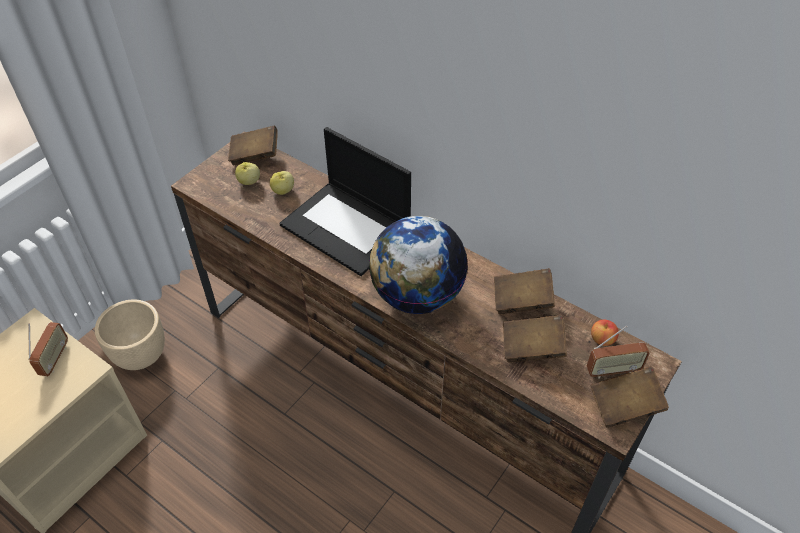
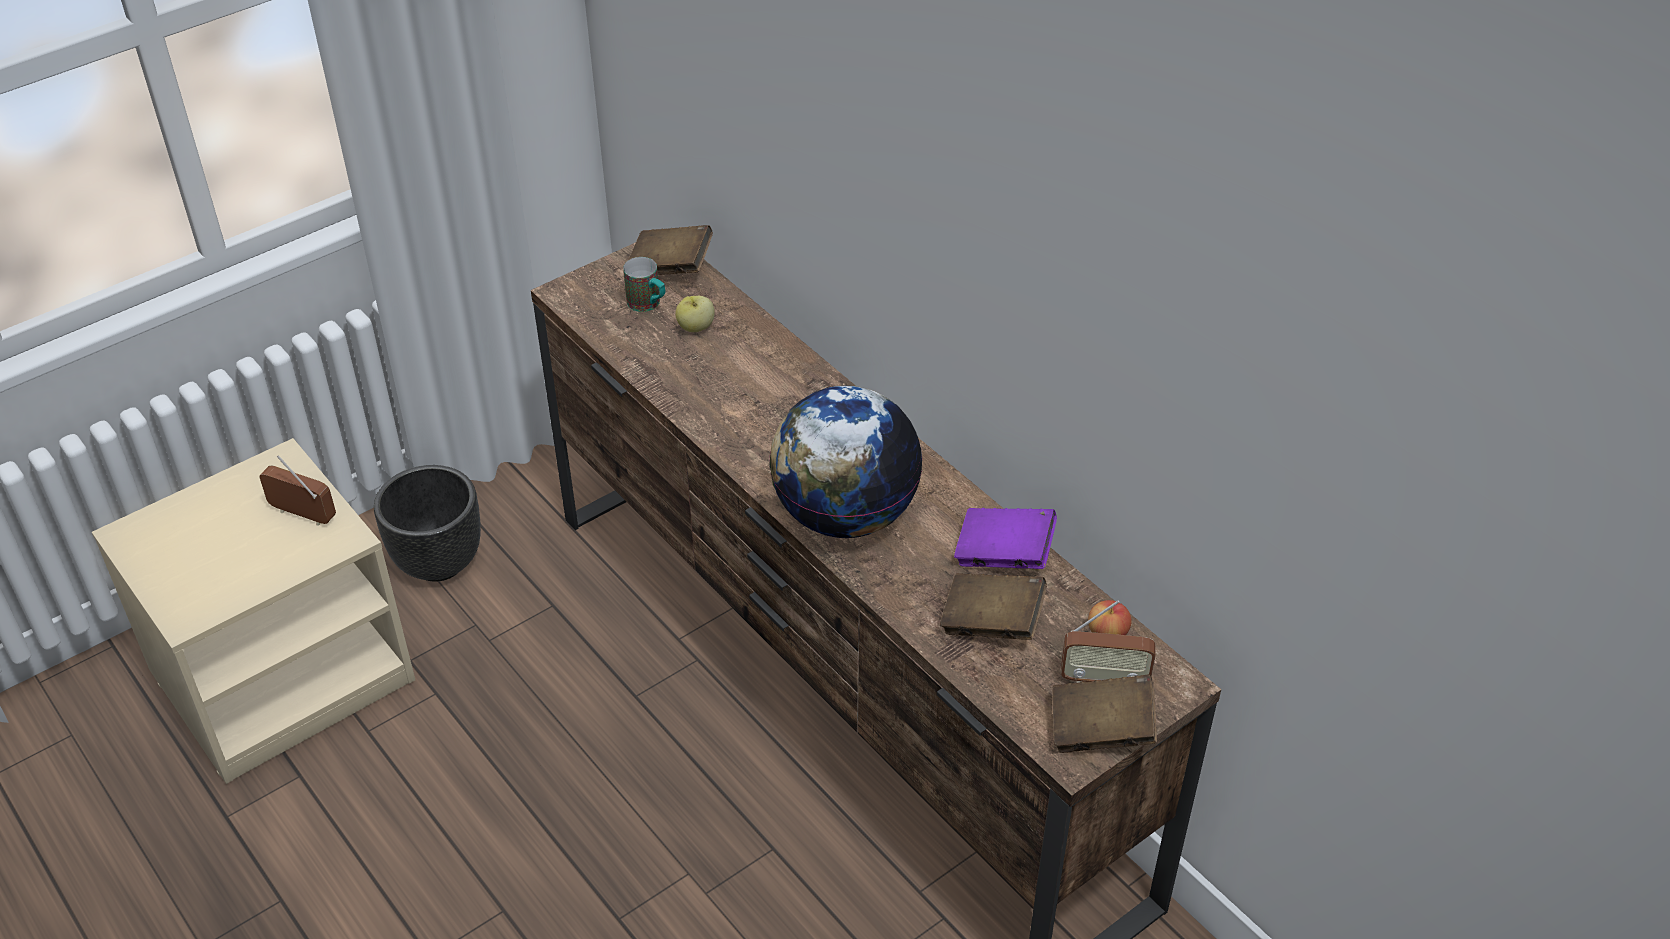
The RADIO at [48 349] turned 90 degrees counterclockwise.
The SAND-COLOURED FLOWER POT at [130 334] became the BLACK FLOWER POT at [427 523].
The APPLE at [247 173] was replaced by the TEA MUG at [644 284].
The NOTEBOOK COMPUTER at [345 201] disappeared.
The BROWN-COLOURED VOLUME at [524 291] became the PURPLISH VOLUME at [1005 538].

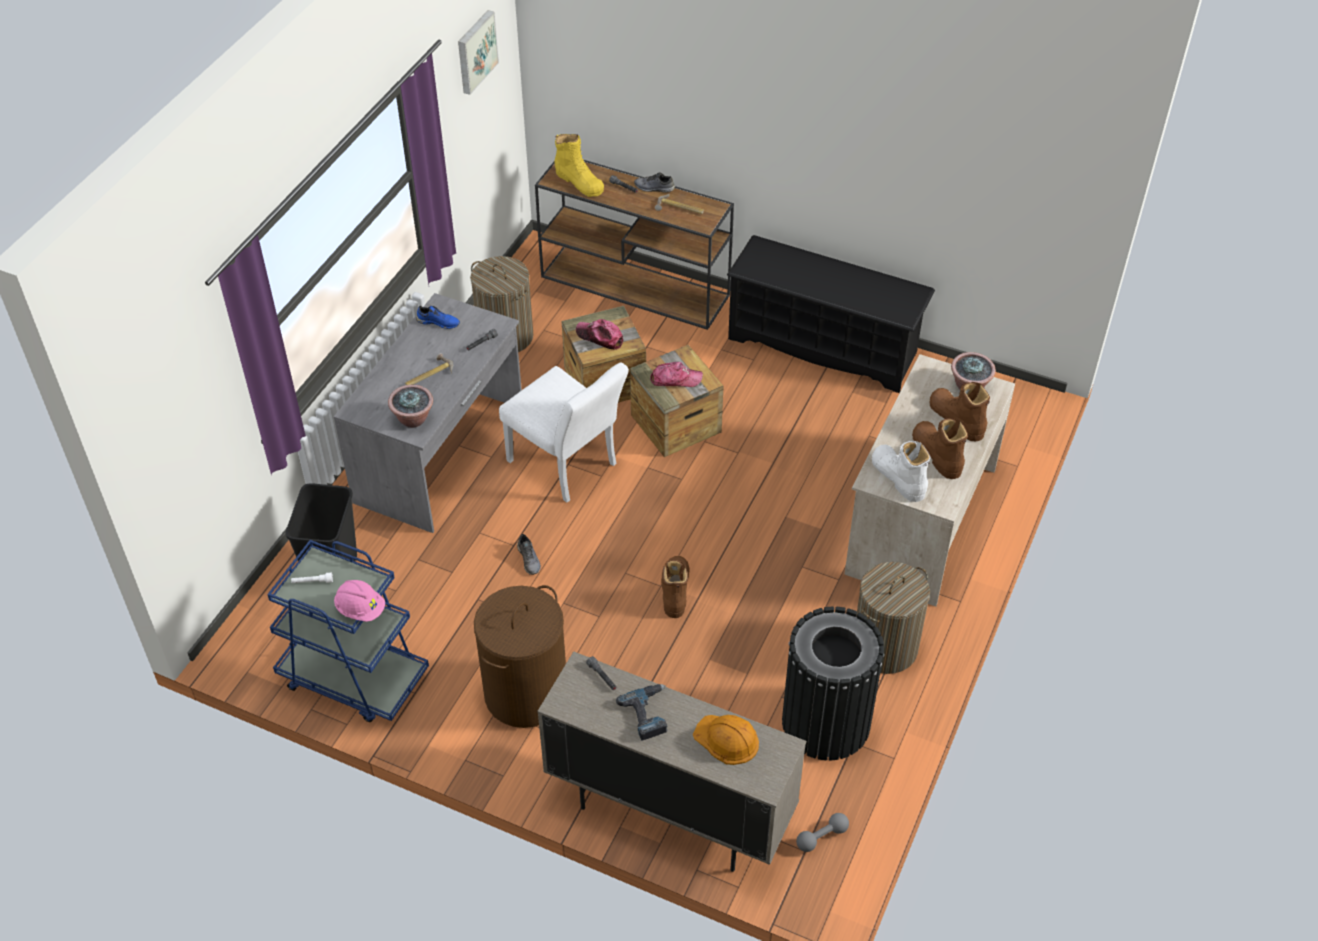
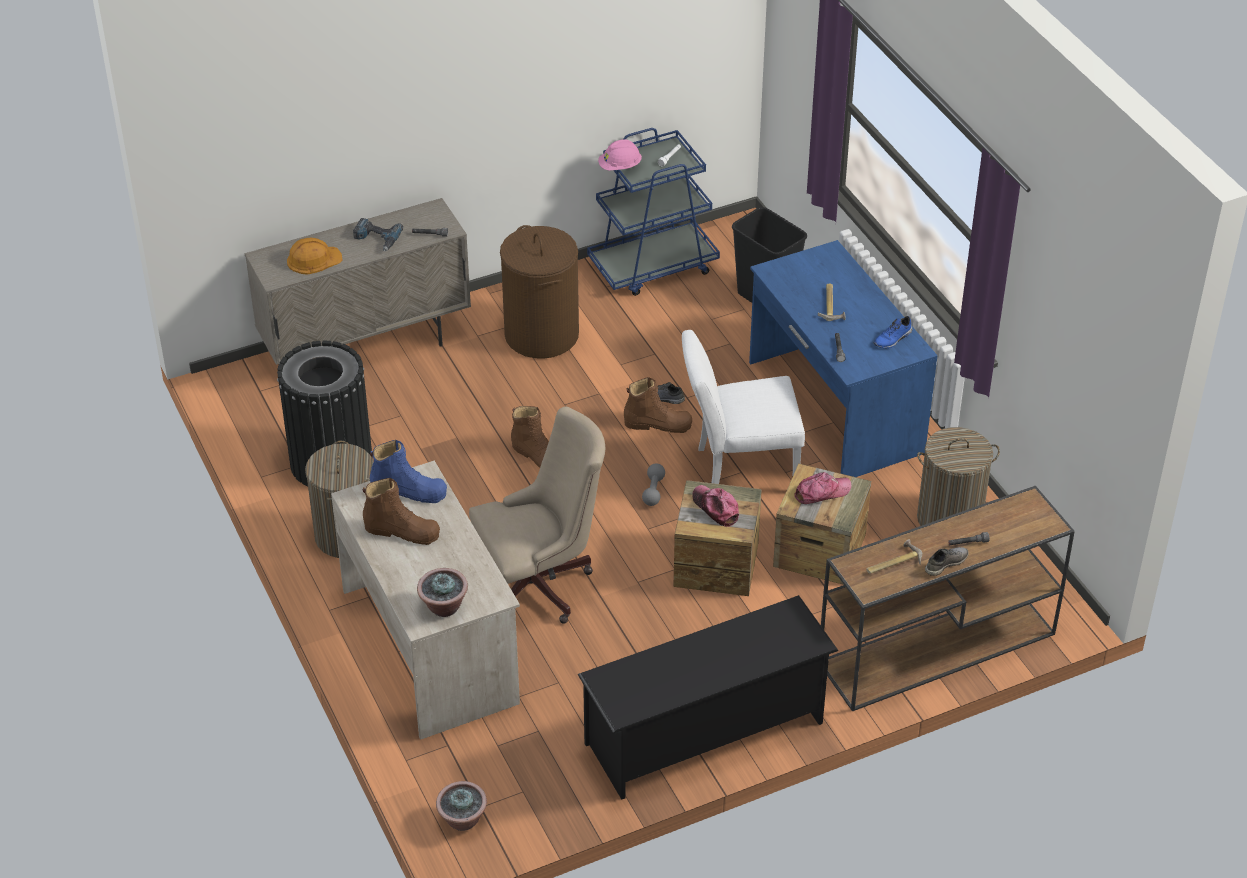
The GREYISH DESK UNIT at [428 413] became the BLUE-COLOURED DESK UNIT at [843 358].
The PLANT IN A POT moved from [410 406] to [461 806].
The PICTURE at [478 52] disappeared.
The YELLOW BOOT at [579 165] disappeared.
The CAP at [676 374] turned 105 degrees clockwise.
The GREYISH HAND WEIGHT moved from [822 832] to [653 484].
The WHITISH BOOT at [901 471] became the BLUE-COLOURED BOOT at [408 471].
The BROWN-COLOURED BOOT moved from [959 411] to [658 405].
The SAND-COLOURED COMPUTER CHAIR at [537 515] appeared.

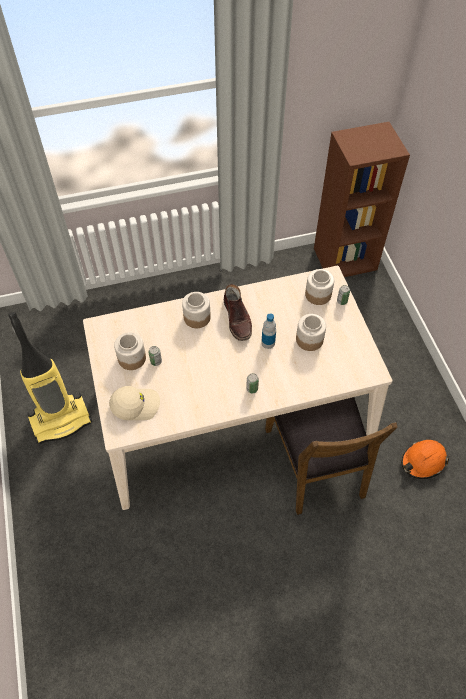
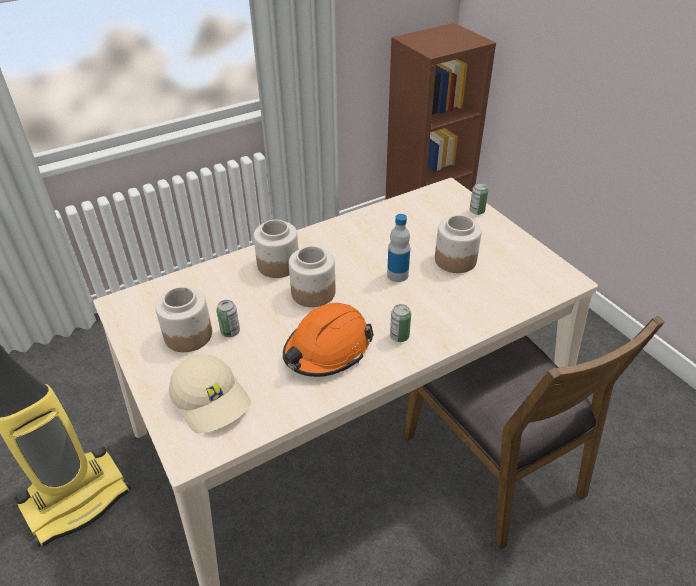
The SAND-COLOURED CAP at [134 403] turned 75 degrees clockwise.
The BROWN-COLOURED BOOT at [238 312] disappeared.
The STORAGE JAR moved from [319 287] to [312 276].
The ORANGE-COLOURED HARD HAT moved from [425 459] to [328 340].

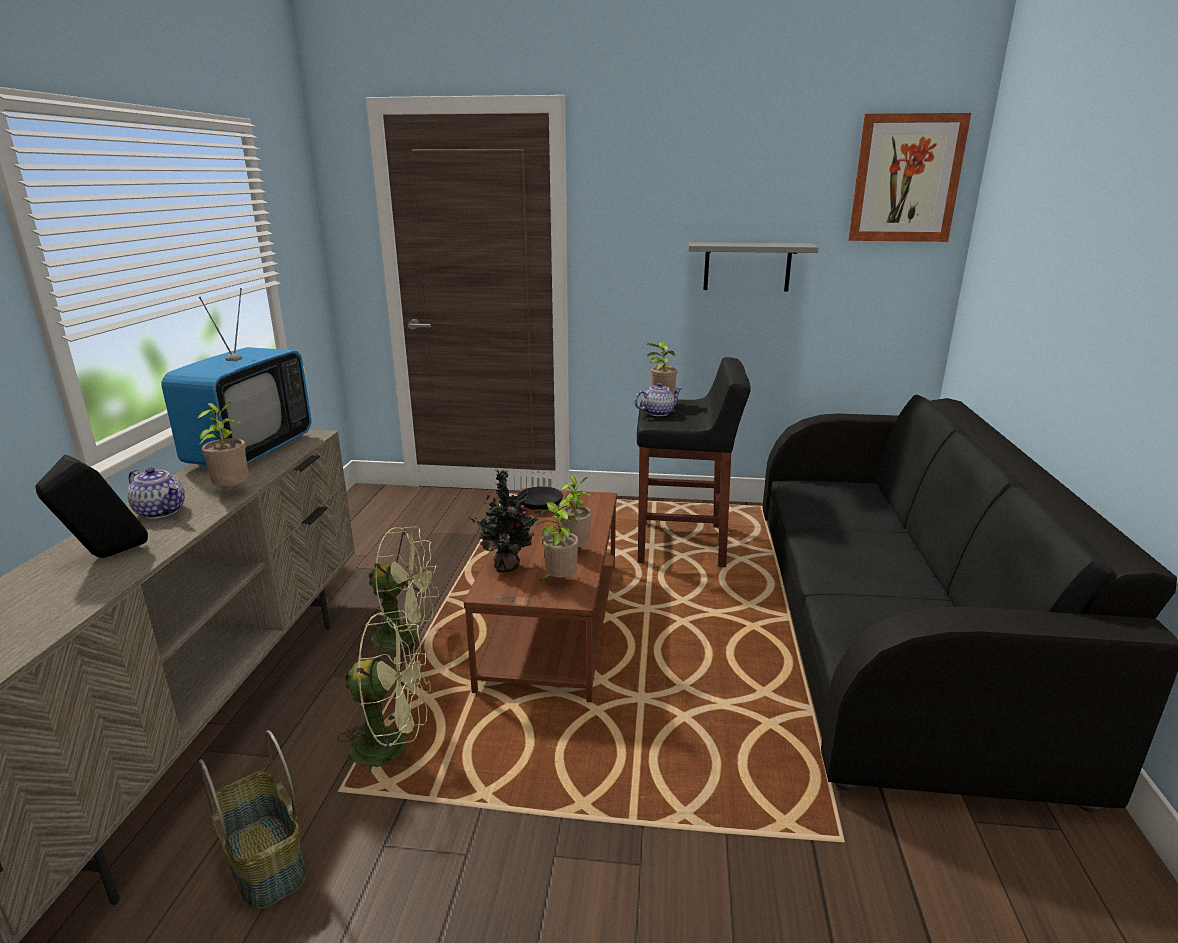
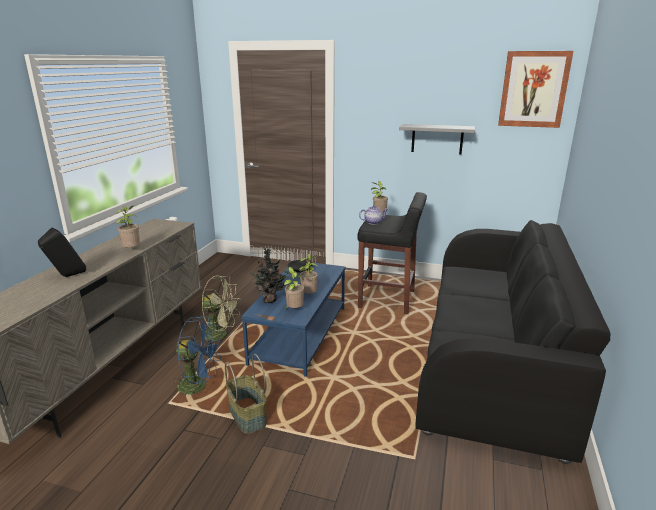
The TEA POT at [156 493] disappeared.
The TELEVISION at [236 377] disappeared.
The HOUSEHOLD BASKET moved from [252 820] to [246 394].
The GREEN COOLING FAN at [384 690] became the BLUE-COLOURED COOLING FAN at [197 356].
The BROWN-COLOURED LOW TABLE at [540 595] became the BLUE-COLOURED LOW TABLE at [293 320].

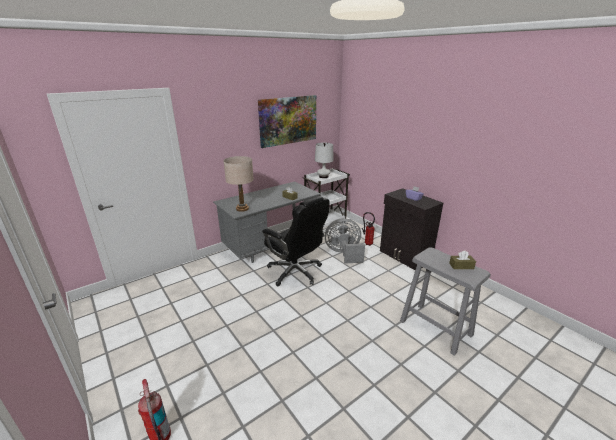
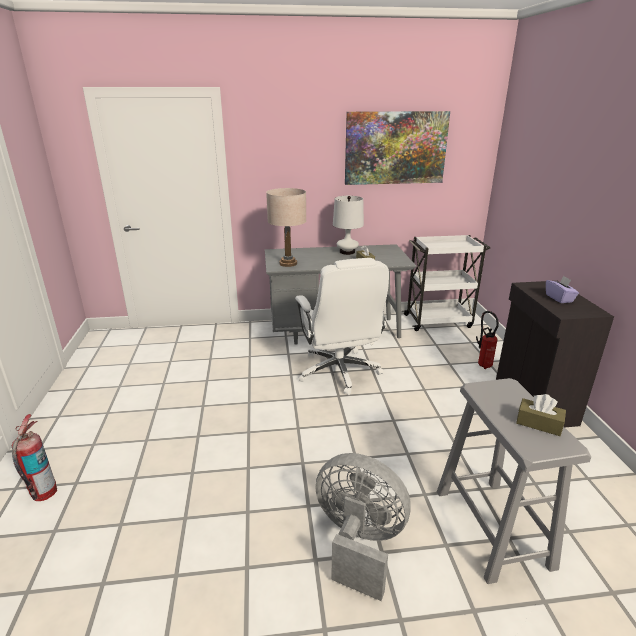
The BLACK COMPUTER CHAIR at [296 241] became the WHITISH COMPUTER CHAIR at [342 326].
The WHITISH TABLETOP LAMP moved from [324 160] to [348 225].
The GREYISH COOLING FAN moved from [345 240] to [362 527].

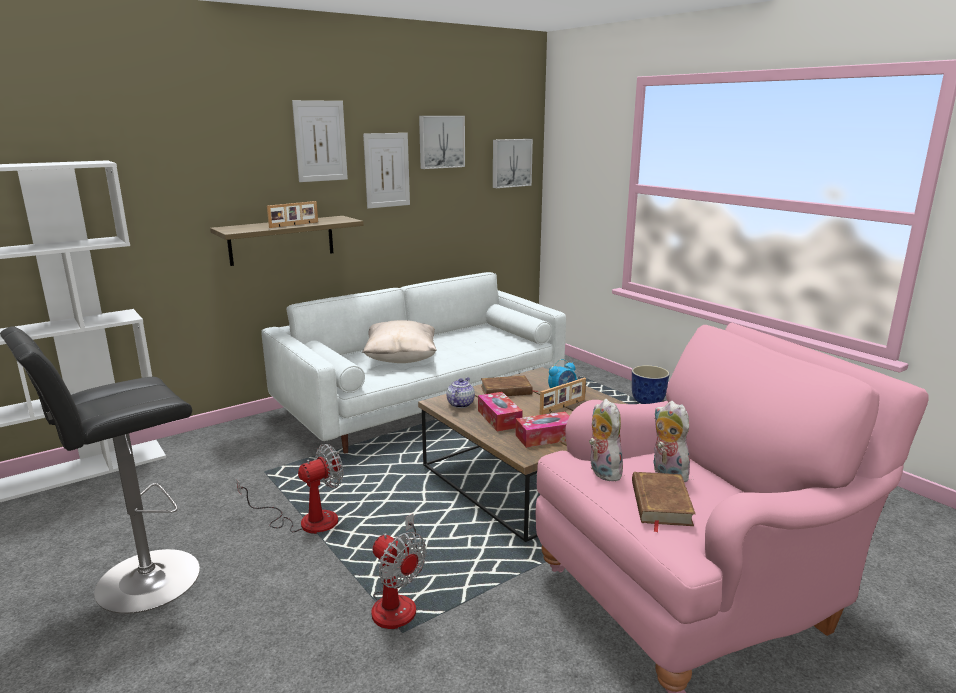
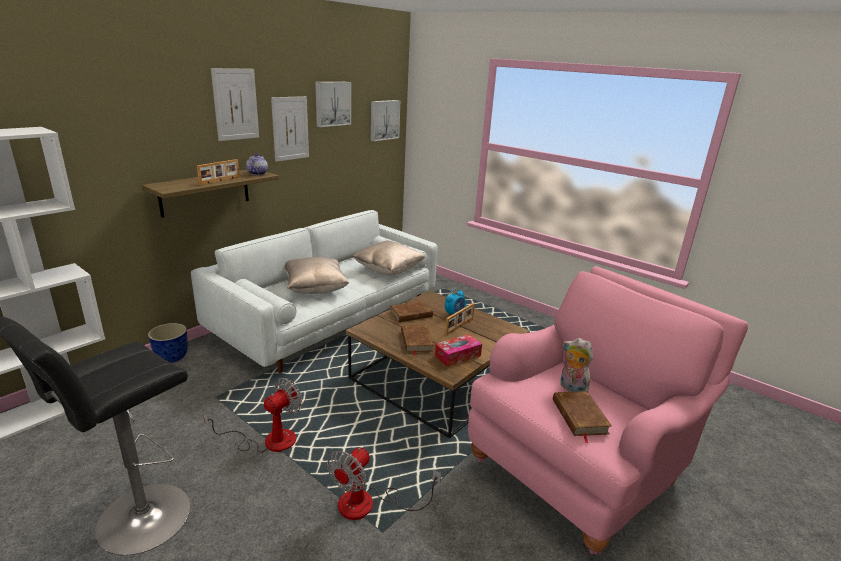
The COOLING FAN at [398 571] turned 90 degrees clockwise.
The TEA POT moved from [460 392] to [257 164].
The TISSUE HOLDER at [500 411] was replaced by the BROWN-COLOURED VOLUME at [417 340].
The CUDDLY TOY at [606 440] disappeared.
The FLOWER POT moved from [651 384] to [168 343].
The SAND-COLOURED CUSHION at [388 257] appeared.

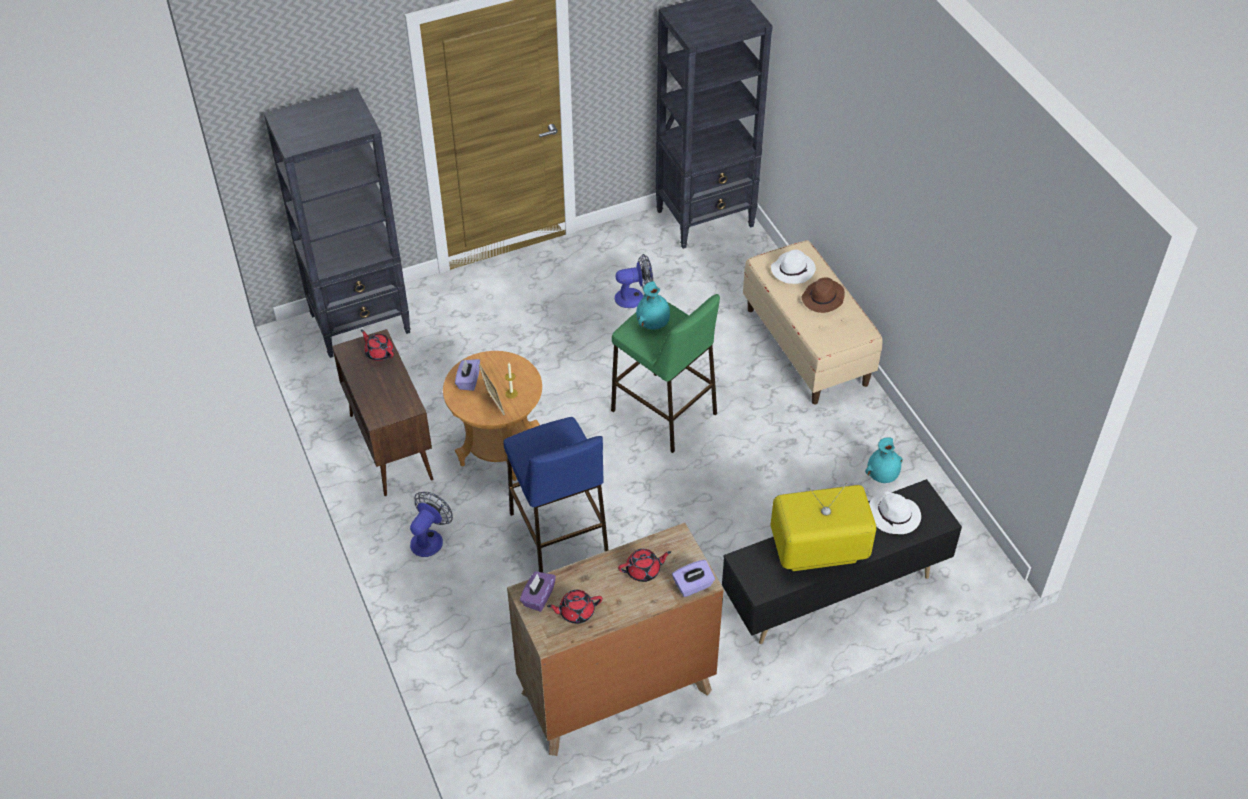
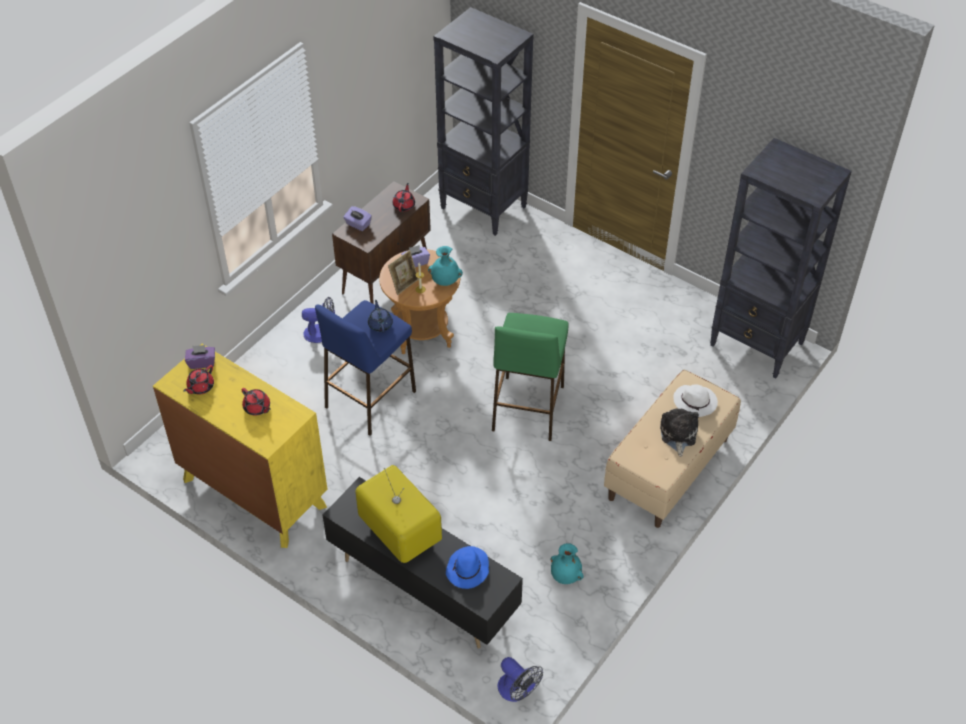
The BROWN-COLOURED DRESSER at [615 639] became the YELLOW DRESSER at [240 446].
The RED-COLOURED TEA POT at [574 607] turned 105 degrees counterclockwise.
The COOLING FAN moved from [634 281] to [520 679].
The TURQUOISE DECORATIVE VASE moved from [653 305] to [445 266].
The PURPLISH TISSUE HOLDER moved from [693 578] to [357 218].
The BROWN-COLOURED CLOTHING HAT at [823 295] was replaced by the CUDDLY TOY at [679 432].
The WHITISH CLOTHING HAT at [895 513] became the BLUE-COLOURED CLOTHING HAT at [467 567].
The BLUE-COLOURED TEA POT at [380 316] appeared.

